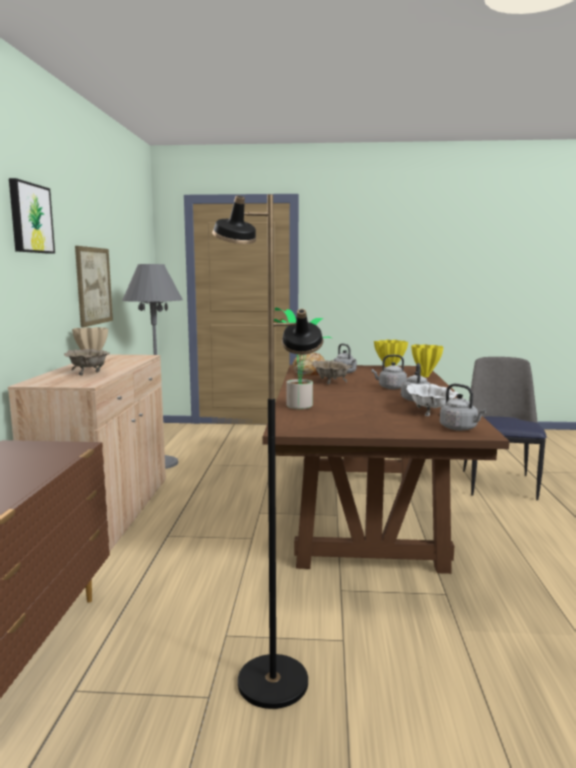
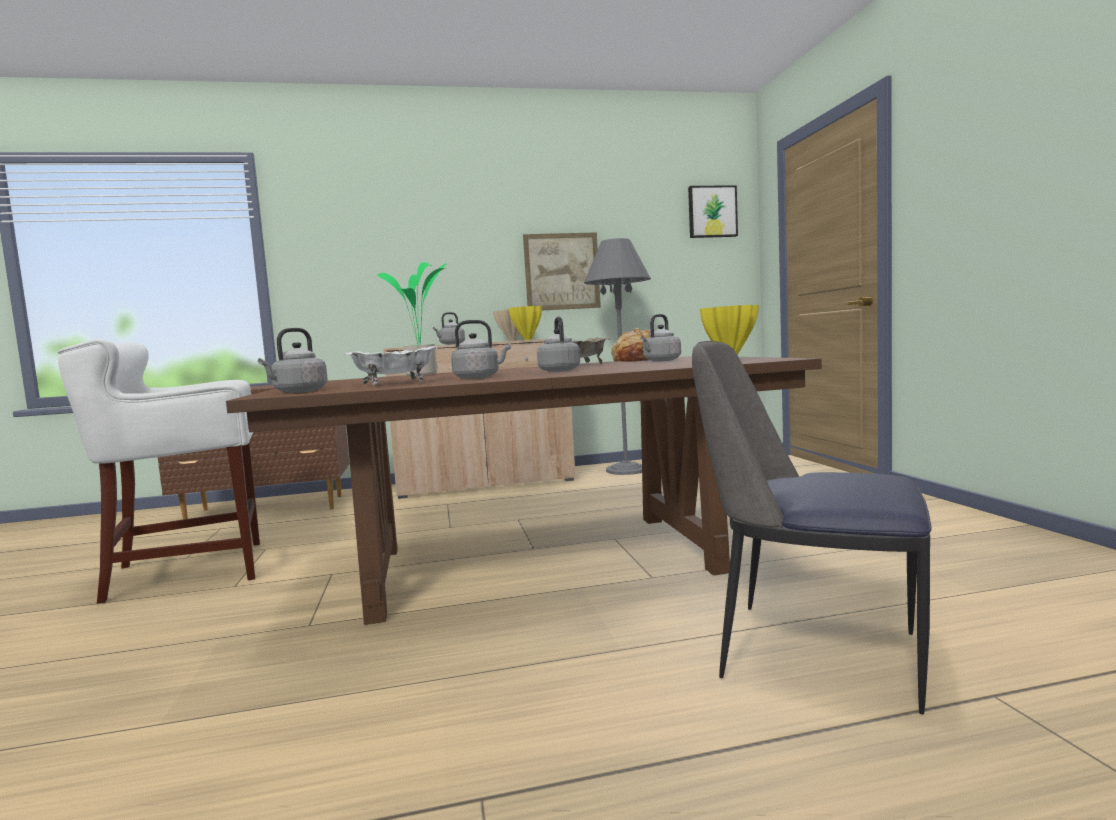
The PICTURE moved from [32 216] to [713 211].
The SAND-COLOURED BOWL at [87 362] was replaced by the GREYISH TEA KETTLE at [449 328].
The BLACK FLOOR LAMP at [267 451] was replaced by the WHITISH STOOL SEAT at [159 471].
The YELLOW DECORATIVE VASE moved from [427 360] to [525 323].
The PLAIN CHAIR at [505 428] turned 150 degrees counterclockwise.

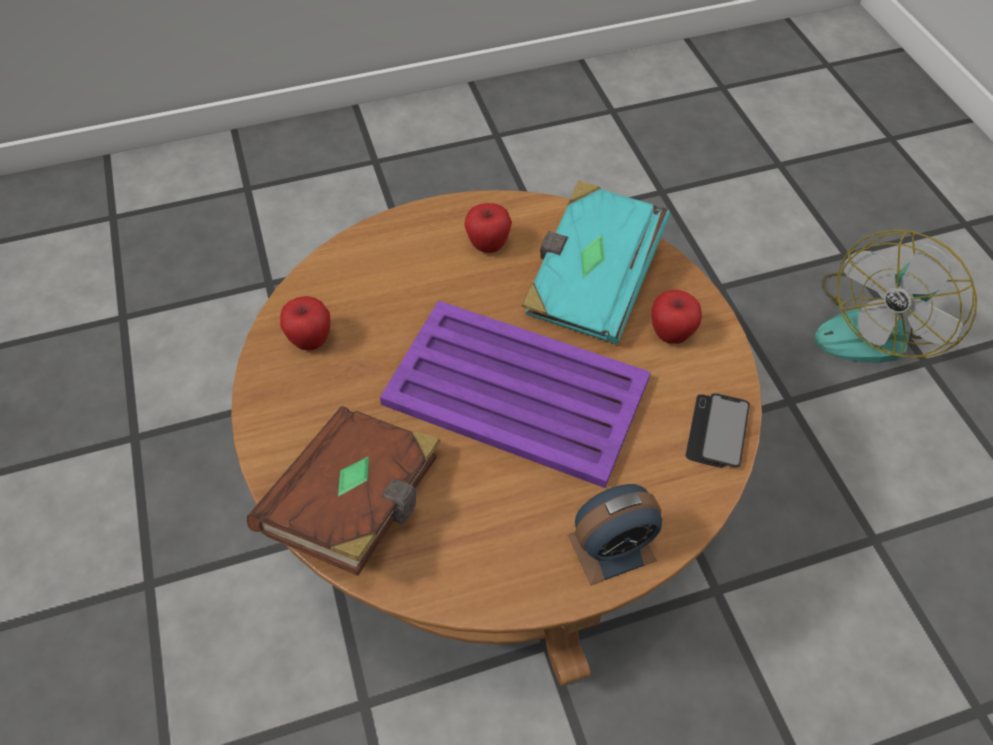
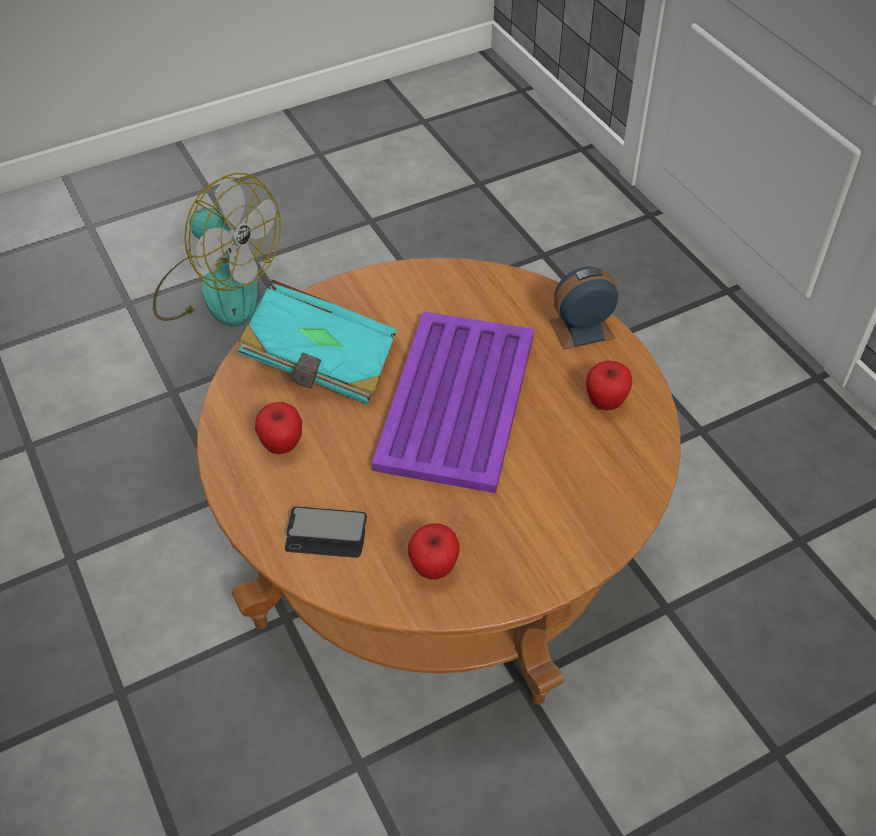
The BROWN-COLOURED VOLUME at [344 491] disappeared.
The BEDSIDE CLOCK at [615 534] turned 75 degrees counterclockwise.
The APPLE moved from [677 317] to [609 385].
The HANDSET moved from [718 430] to [326 532].

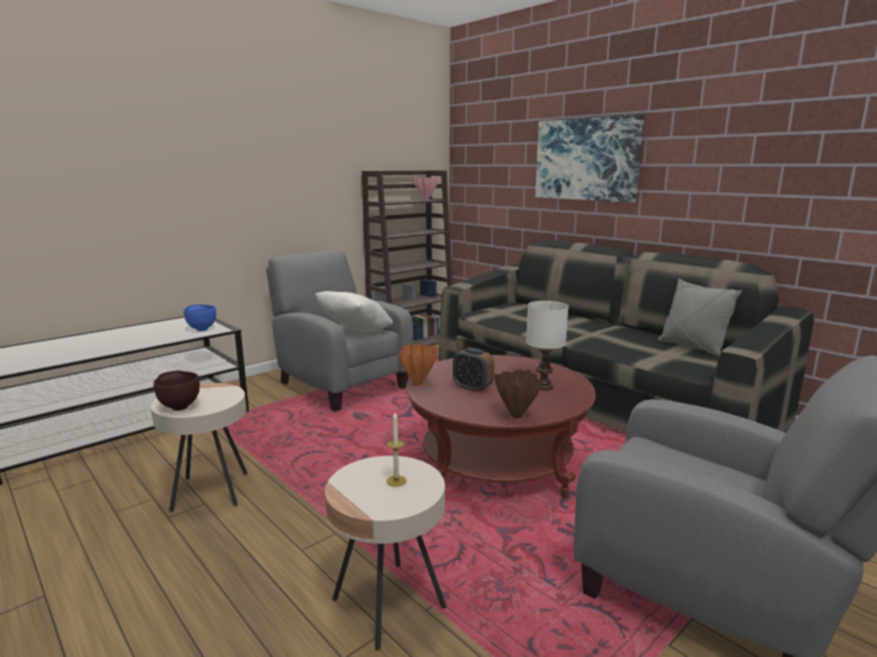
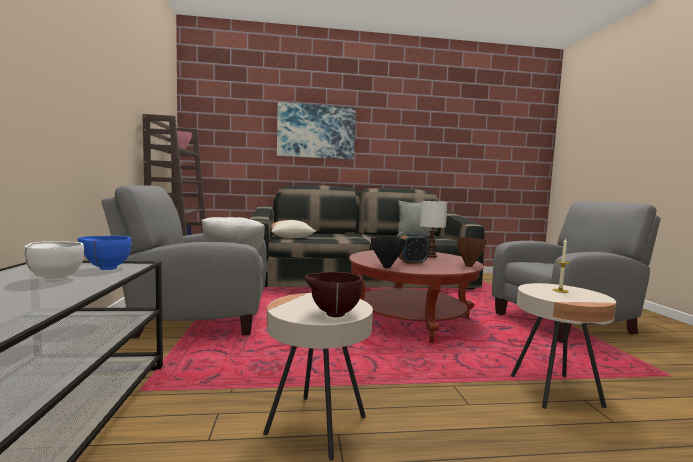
The ORANGE-COLOURED DECORATIVE VASE at [418 365] became the BLACK DECORATIVE VASE at [388 252].
The WHITISH BOWL at [54 261] appeared.
The CUSHION at [293 229] appeared.

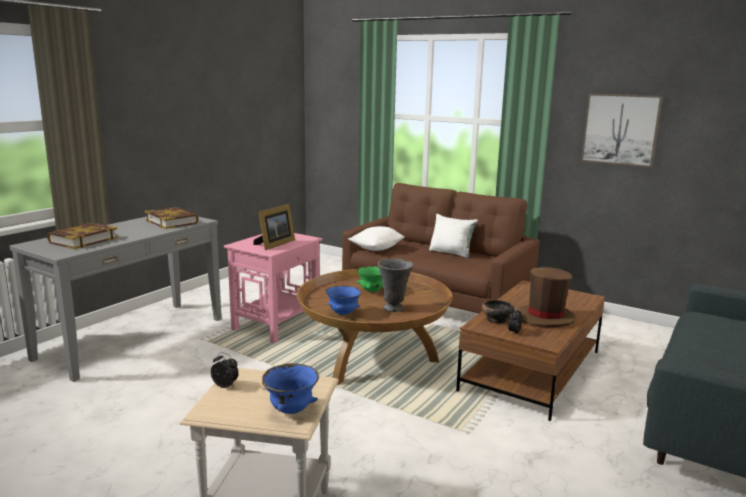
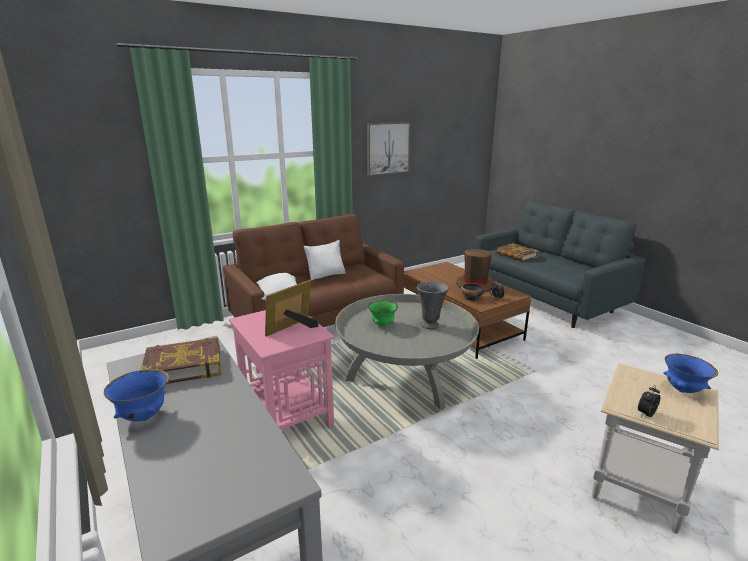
The VOLUME moved from [83 236] to [517 252].
The STANDING FRAME at [274 227] turned 105 degrees counterclockwise.
The BROWN-COLOURED LOW TABLE at [375 327] became the GREYISH LOW TABLE at [407 352].
The BLUE-COLOURED BOWL moved from [344 300] to [136 395].

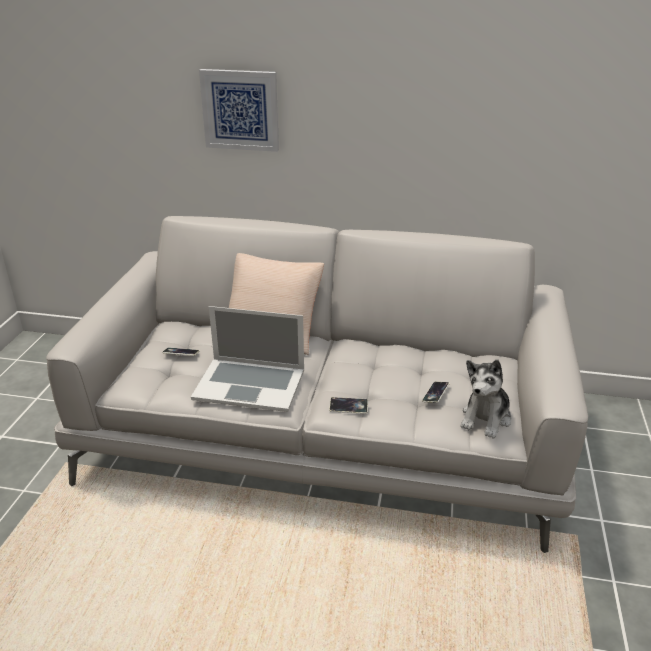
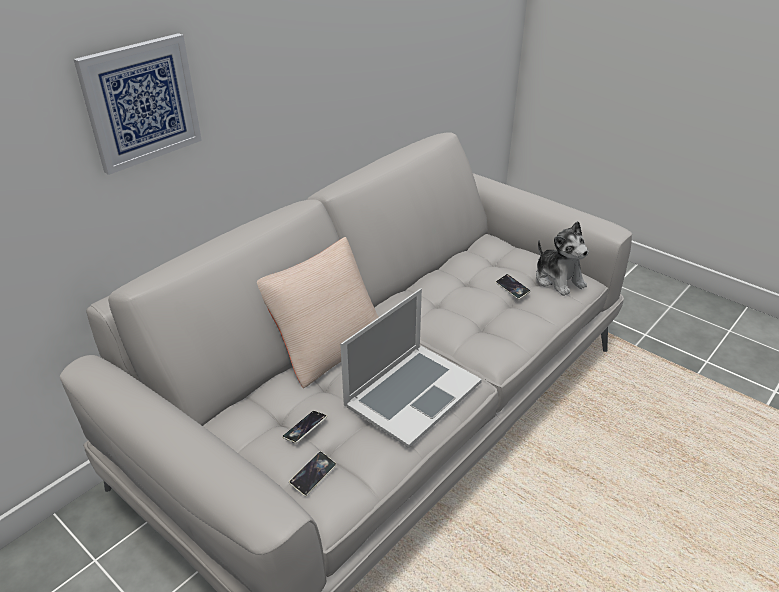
The HANDSET moved from [348 405] to [312 473].

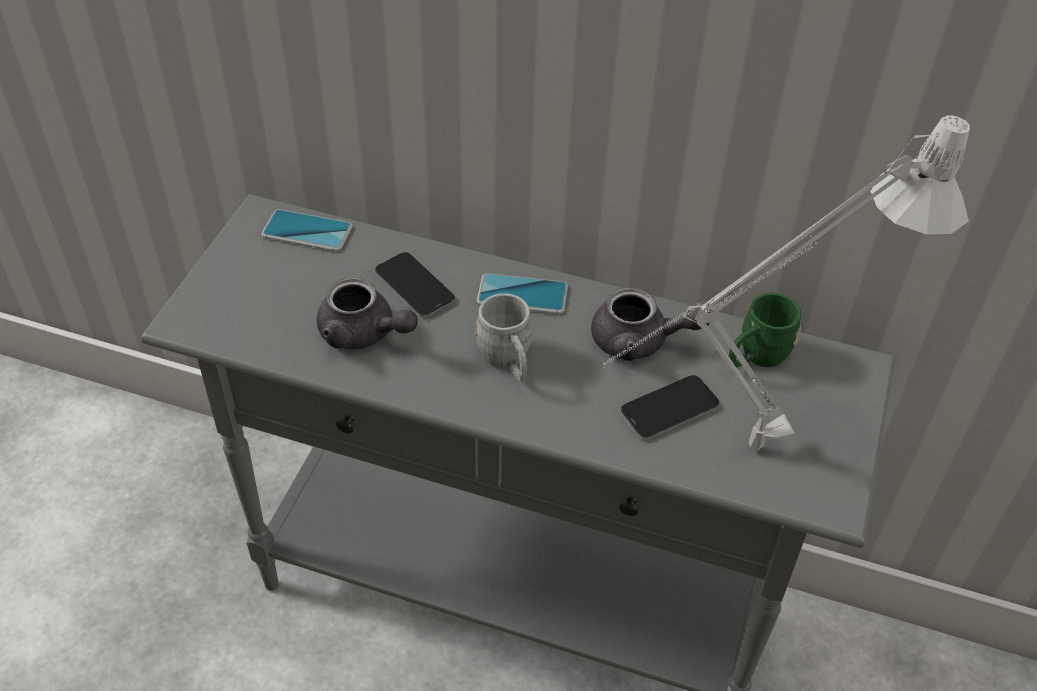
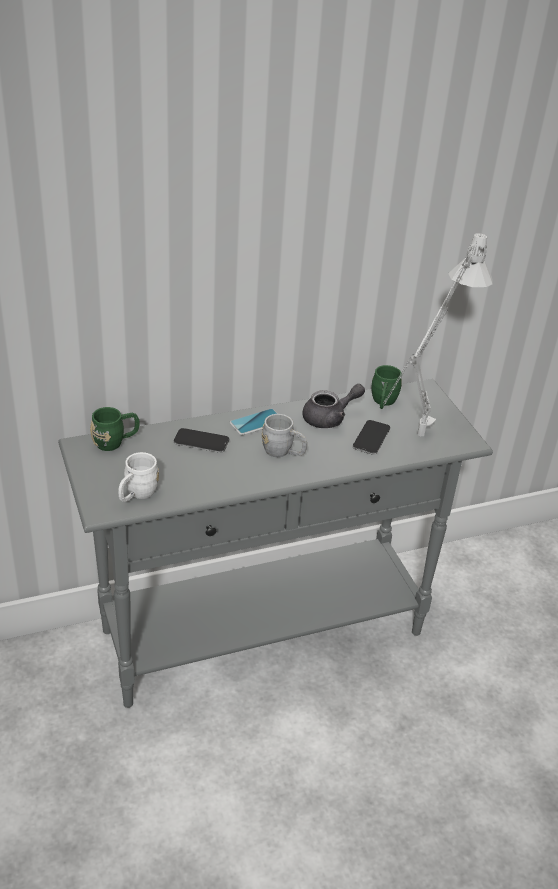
The HANDSET at [307 230] was replaced by the GREEN TEA MUG at [115 429].
The GREYISH TEA POT at [367 314] disappeared.
The WHITISH TEA MUG at [138 477] appeared.

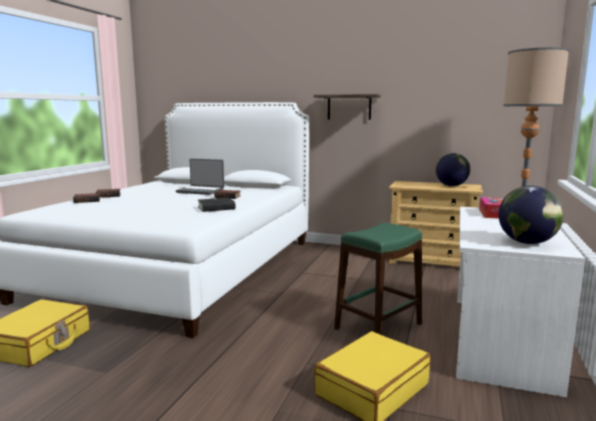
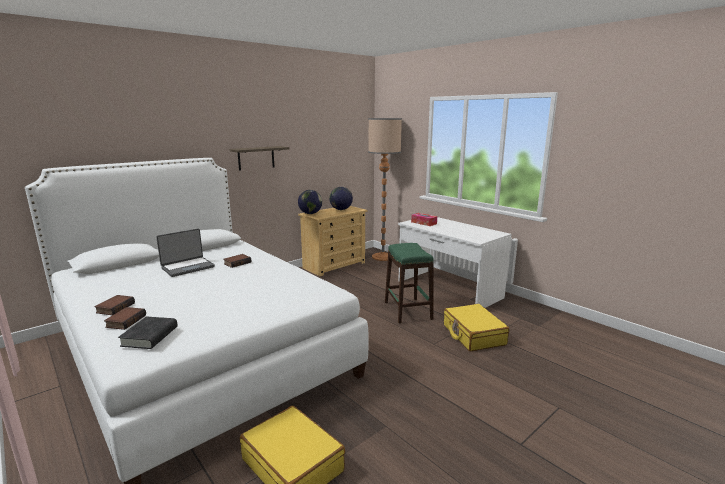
The BLACK VOLUME moved from [216 205] to [148 332].
The DESK GLOBE moved from [531 215] to [310 202].

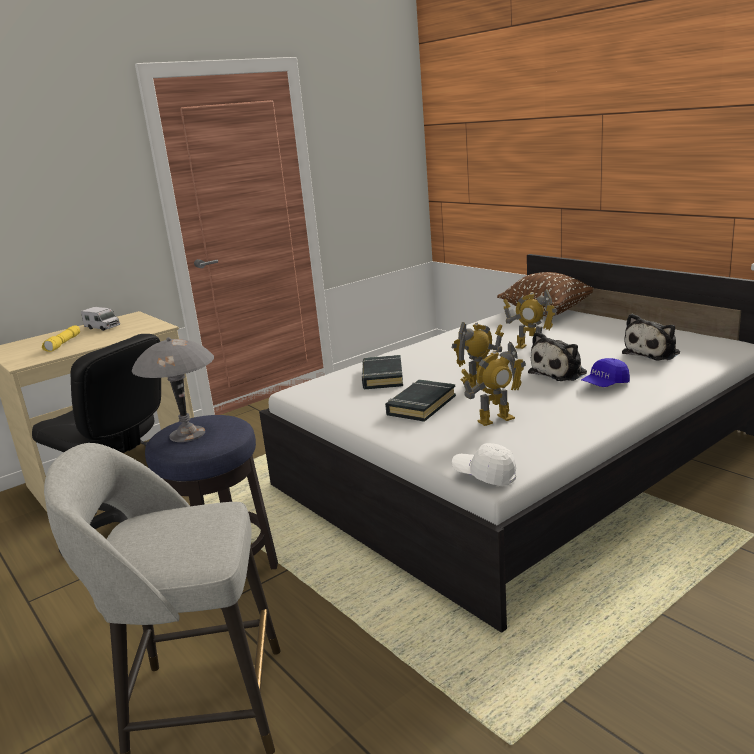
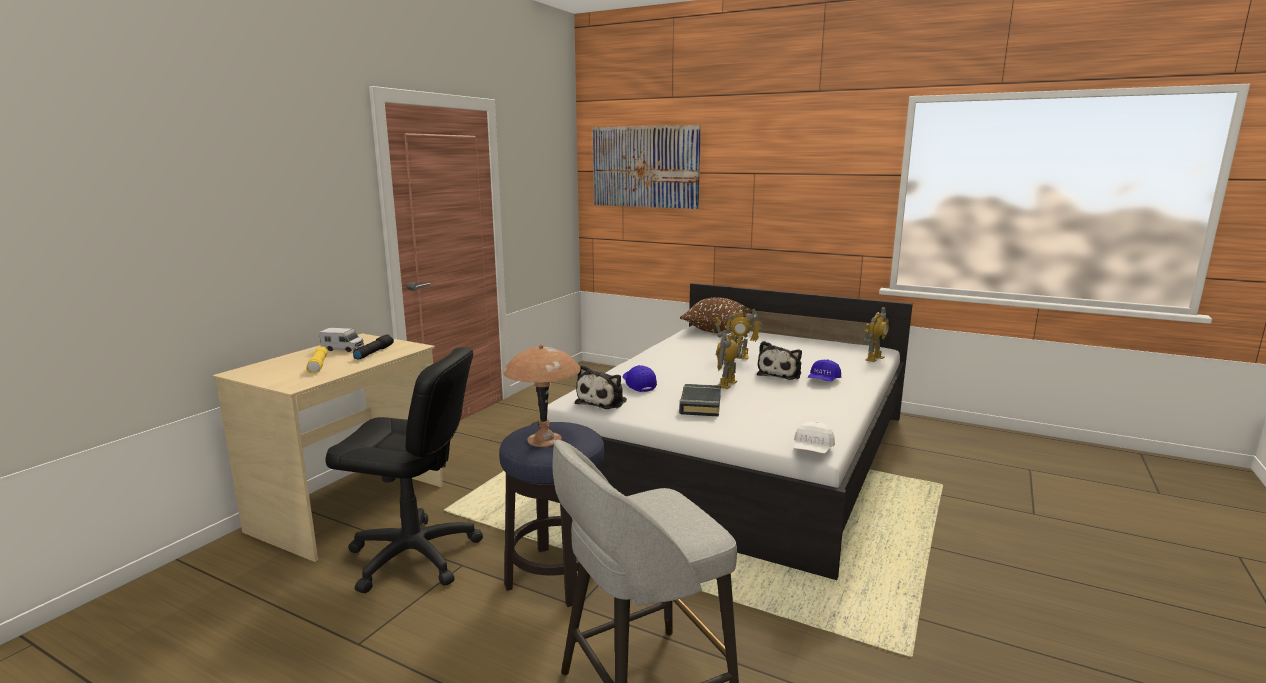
The GREYISH TABLETOP LAMP at [173 389] became the BROWN-COLOURED TABLETOP LAMP at [542 396].
The BLACK VOLUME at [382 372] was replaced by the BLUE-COLOURED CAP at [640 378].
The WHITISH CAP at [484 464] turned 75 degrees counterclockwise.
The ROBOT FIGURE moved from [493 383] to [876 334].
The CUDDLY TOY moved from [651 337] to [601 387].
The BLACK TORCH at [373 347] appeared.
The PICTURE at [647 167] appeared.

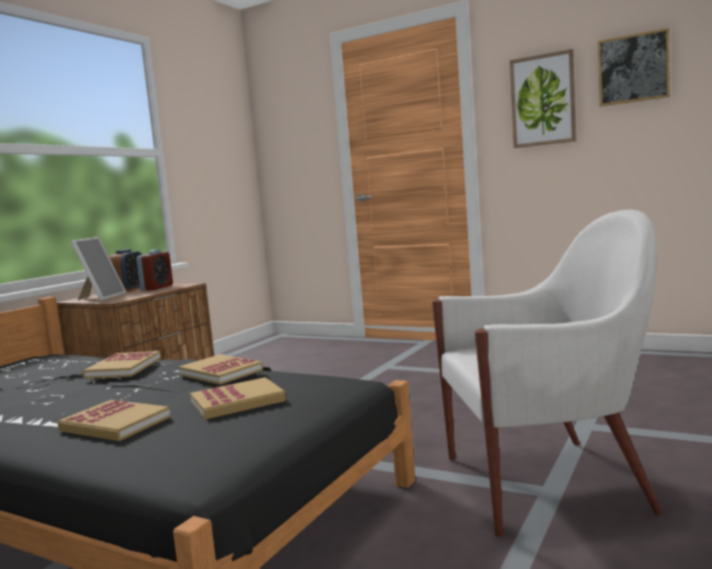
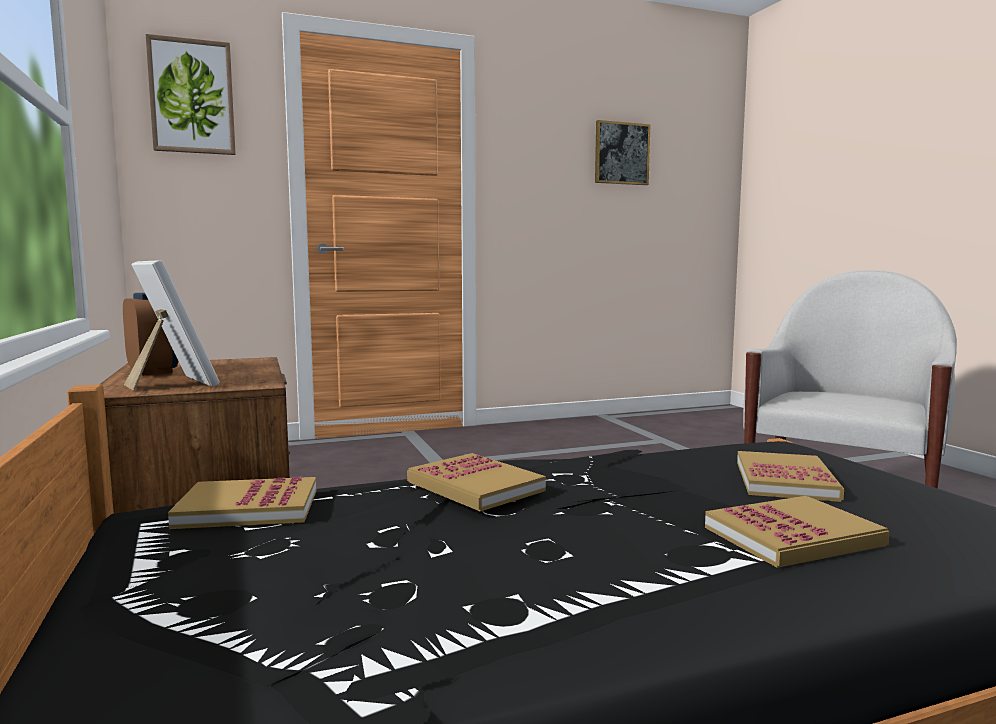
The BEDSIDE CLOCK at [154 270] disappeared.
The VOLUME moved from [220 369] to [242 502].
The PICTURE moved from [543 98] to [191 94].

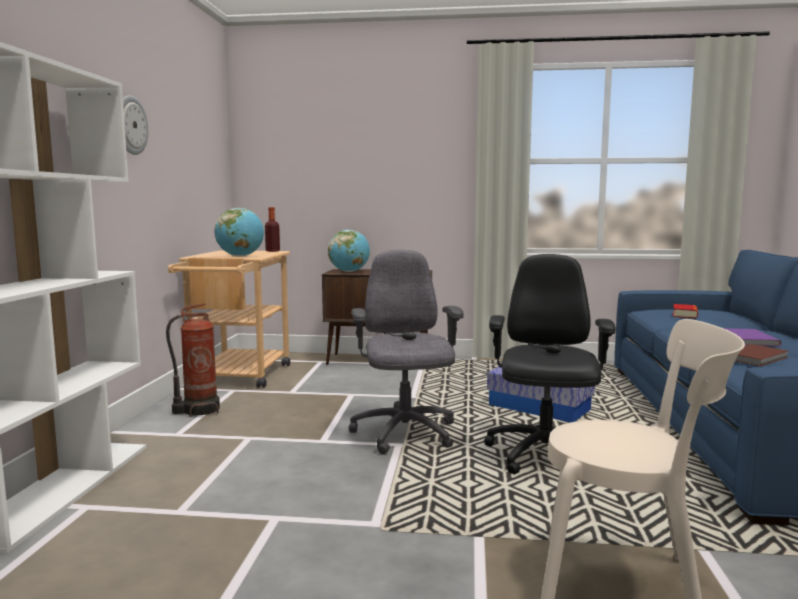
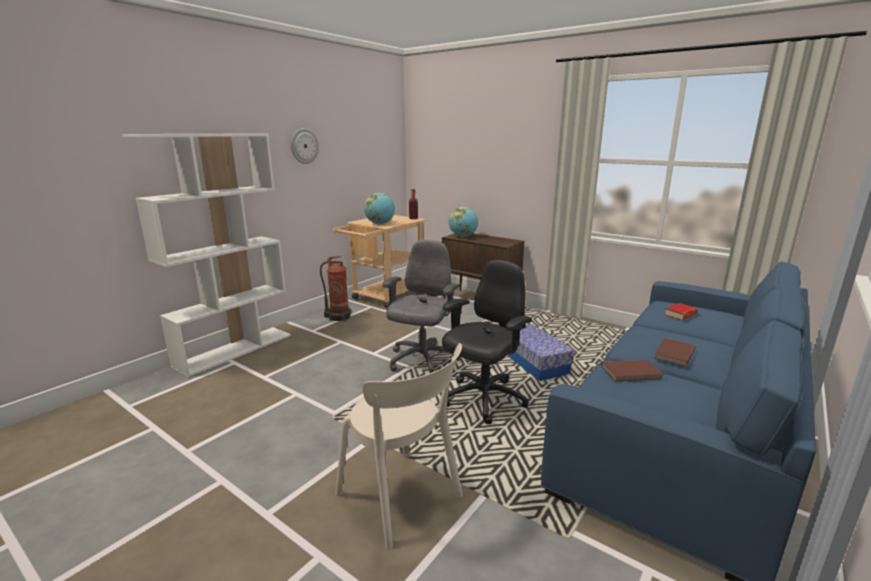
The PURPLISH VOLUME at [752 337] became the BROWN-COLOURED VOLUME at [674 352].

